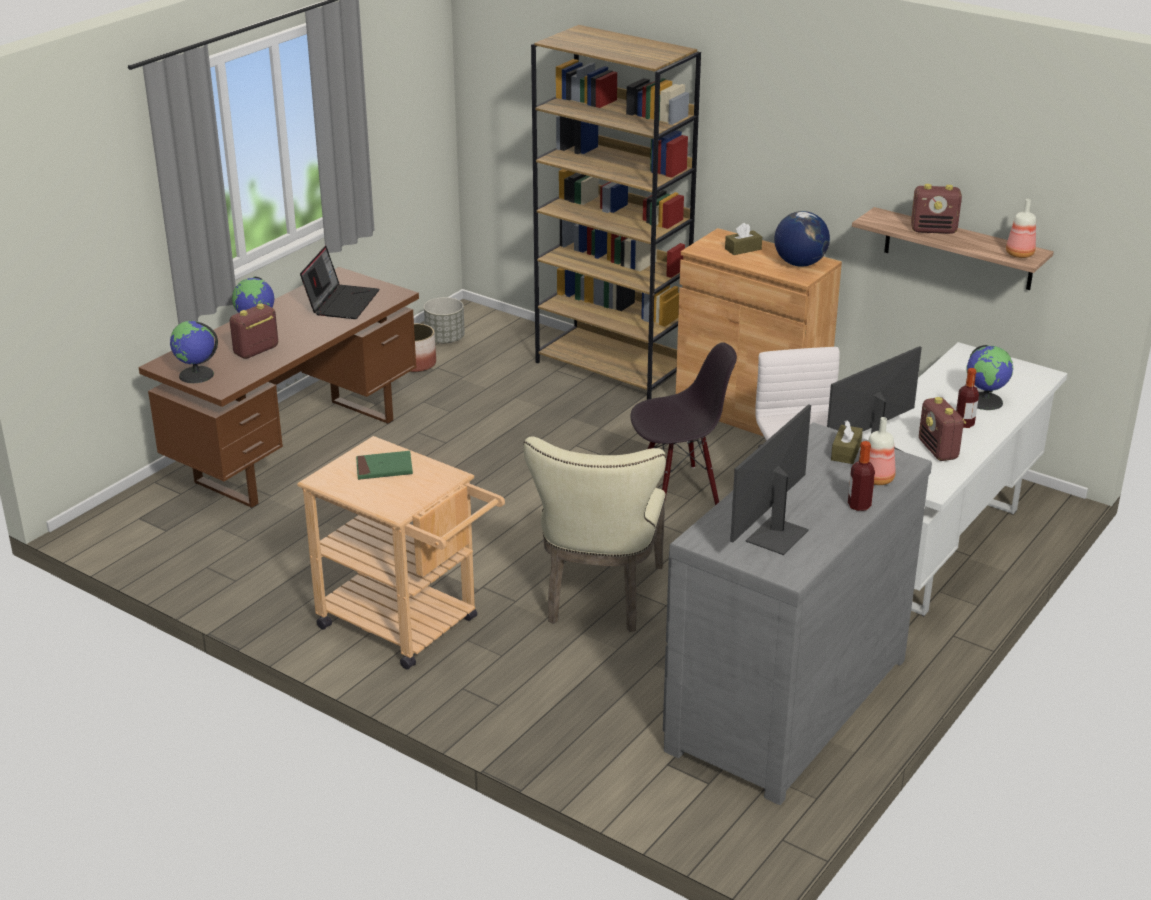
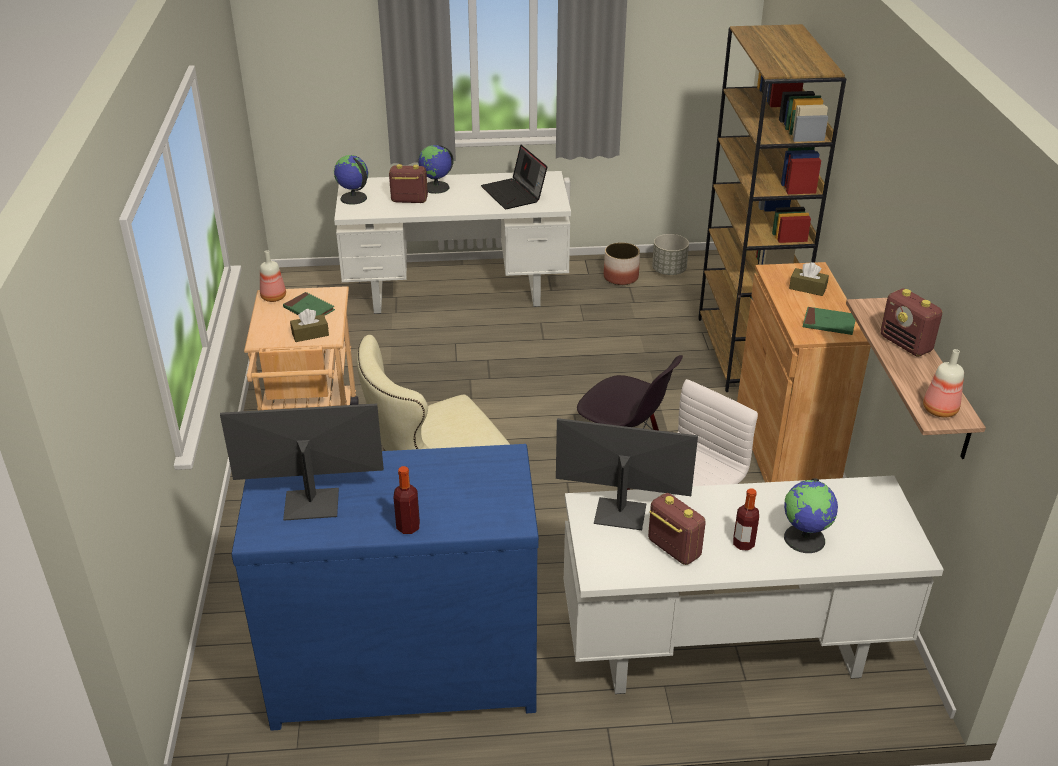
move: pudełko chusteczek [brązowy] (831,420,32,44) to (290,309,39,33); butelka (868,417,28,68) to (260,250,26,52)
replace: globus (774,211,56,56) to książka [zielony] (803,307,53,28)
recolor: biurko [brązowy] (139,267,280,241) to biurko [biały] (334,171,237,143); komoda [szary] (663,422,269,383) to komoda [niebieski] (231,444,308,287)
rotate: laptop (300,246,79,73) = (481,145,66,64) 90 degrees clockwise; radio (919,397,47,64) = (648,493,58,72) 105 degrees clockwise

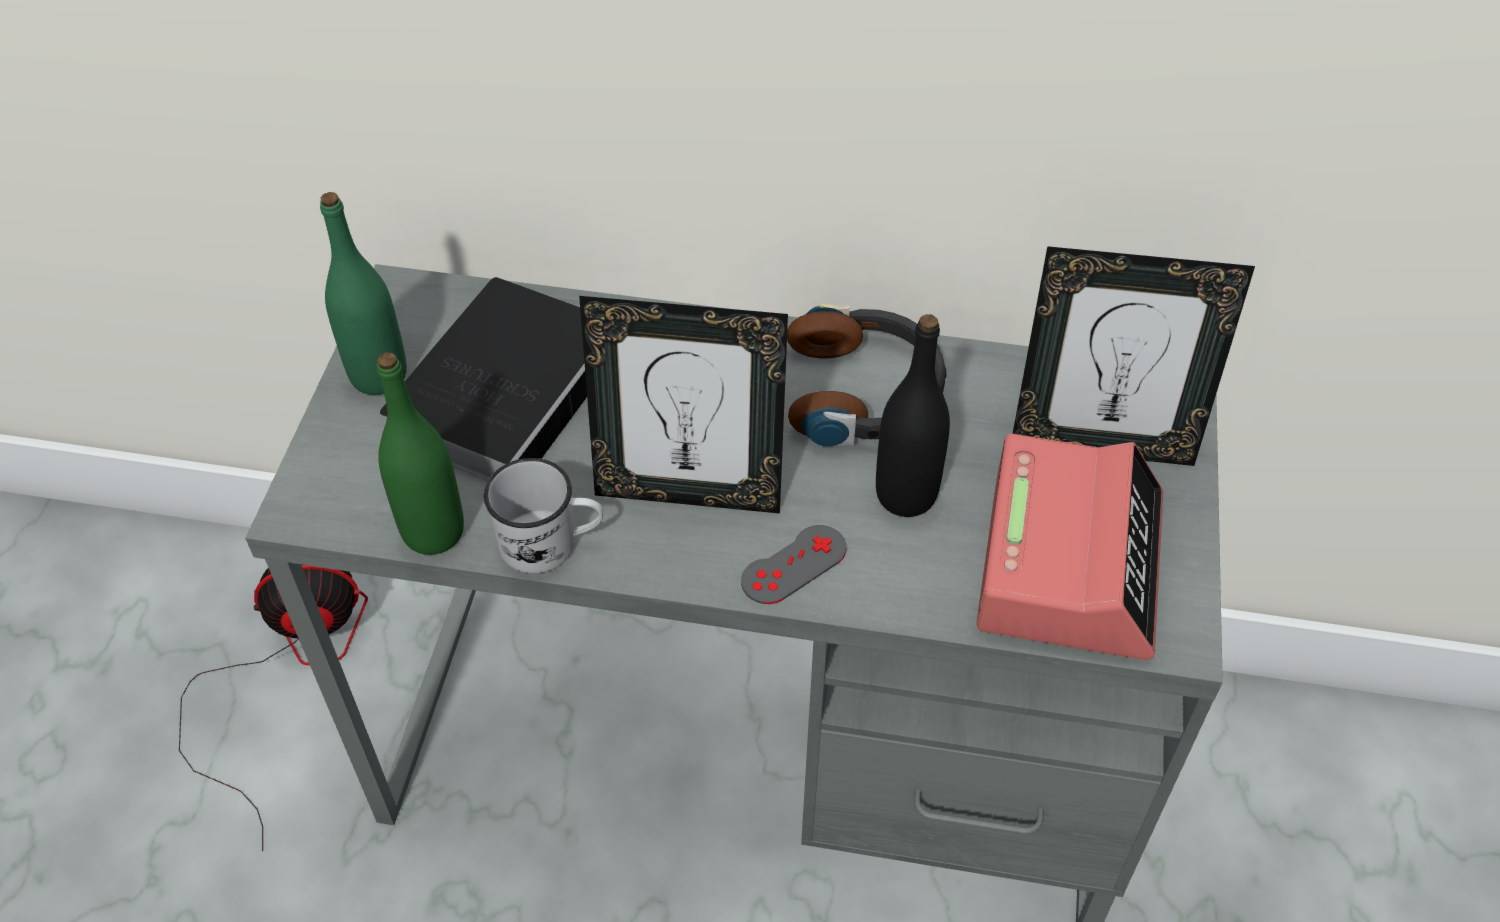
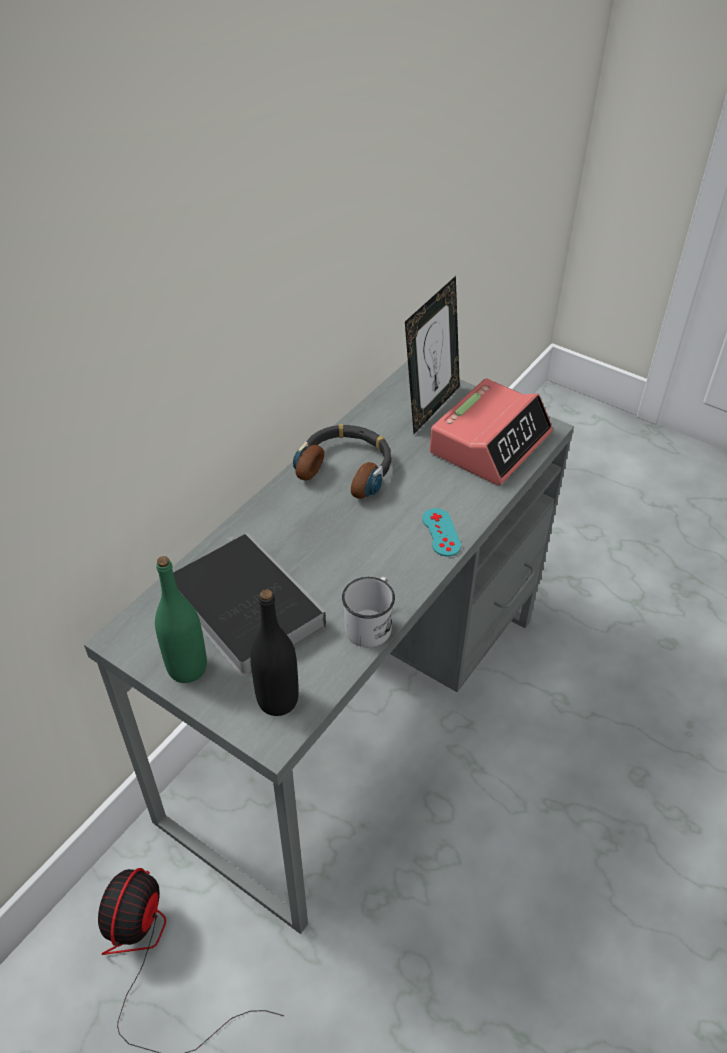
delete: butelka [zielony] (377,352,87,203); ramka na zdjęcie (579,296,209,218)
move: butelka [czarny] (876,314,74,203) to (250,589,49,127)
recolor: pad do gier [szary] (741,525,106,79) to pad do gier [turkusowy] (422,508,39,48)
rotate: budzik (976,434,187,226) = (429,379,124,107) 90 degrees clockwise

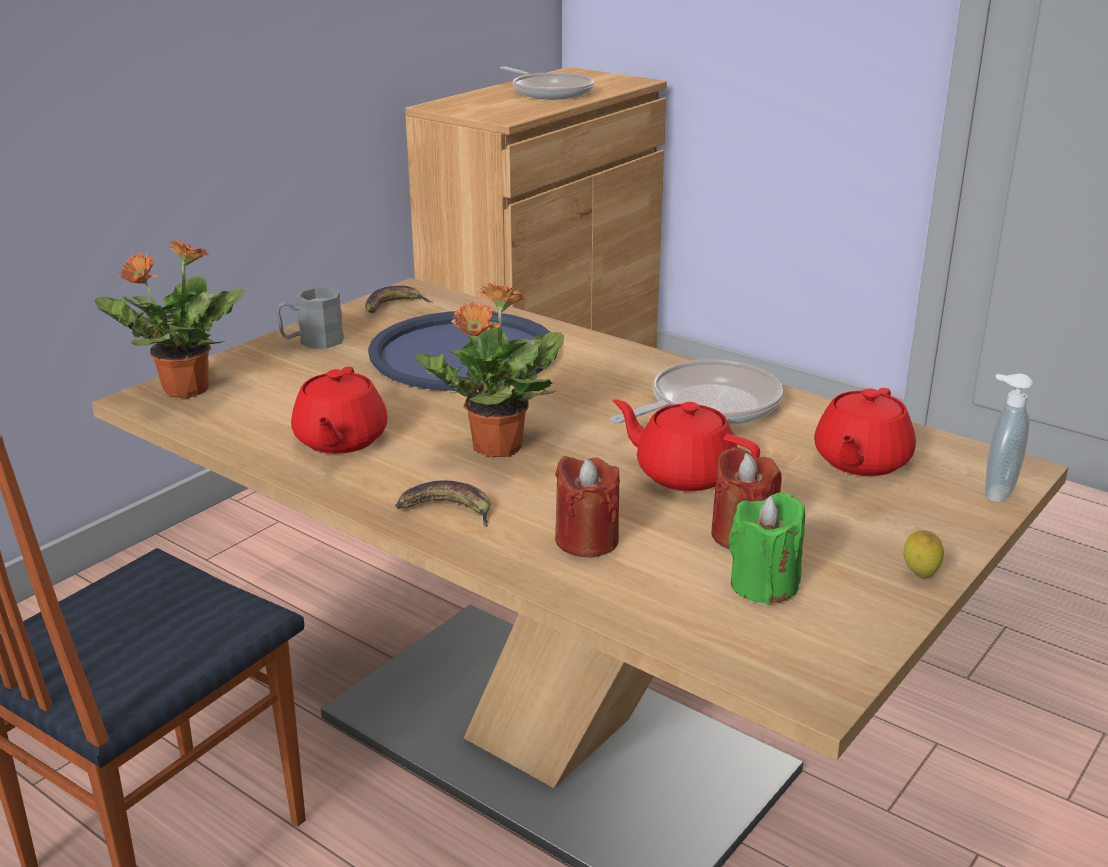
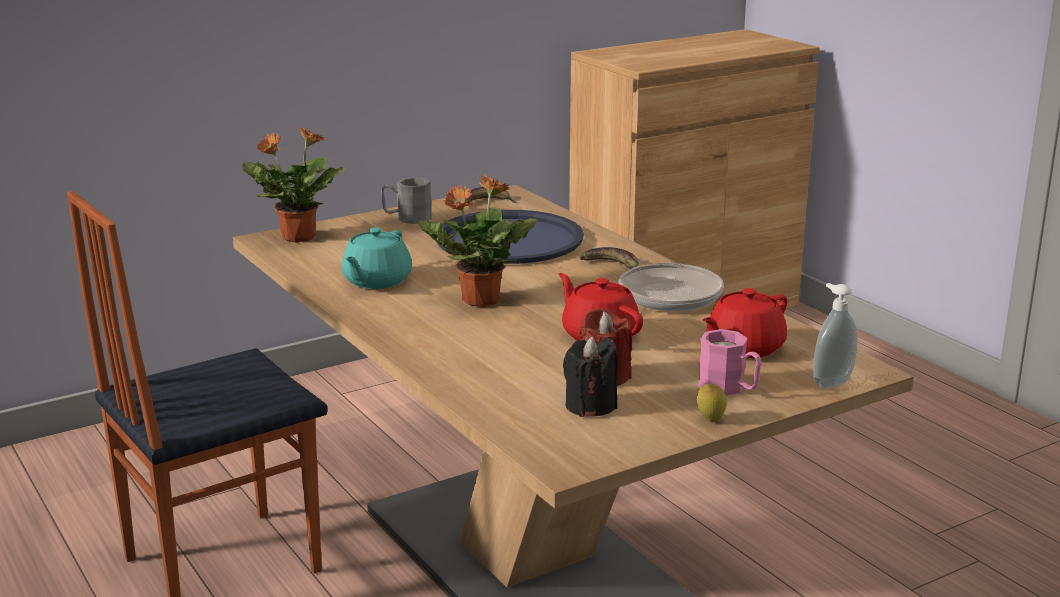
delete: patelnia (500,66,94,33); świeca [czerwony] (555,456,65,101)
insert: kubek [różowy] (698,329,63,67)
move: banan (395,481,95,45) to (580,247,59,22)
recolor: imbryk [czerwony] (291,366,96,88) to imbryk [turkusowy] (341,227,71,62); świeca [zielony] (729,493,76,112) to świeca [czarny] (563,336,55,81)

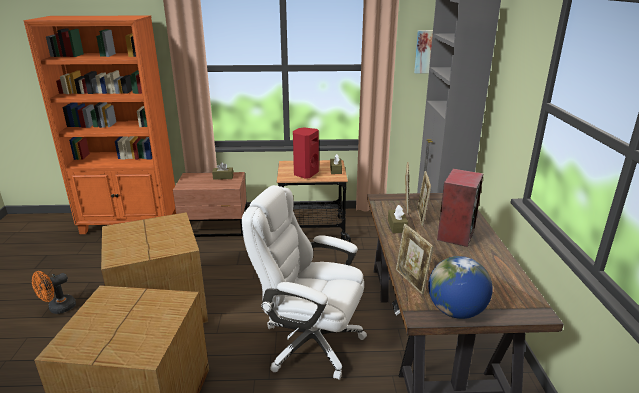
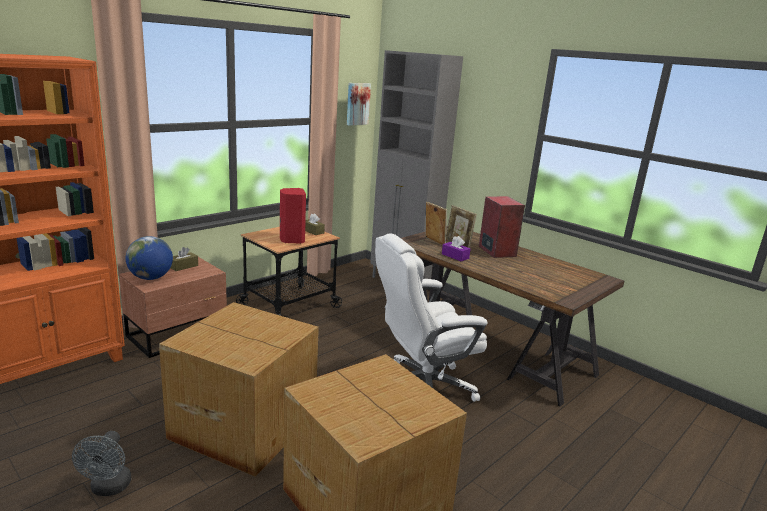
delete: ramka na zdjęcie (396,224,38,70)
move: globus (428,256,65,63) to (126,236,47,44)
recolor: wentylator [pomarańczowy] (32,271,44,43) to wentylator [szary] (72,431,59,65); pudełko chusteczek [brązowy] (388,205,20,28) to pudełko chusteczek [fioletowy] (442,236,28,25)

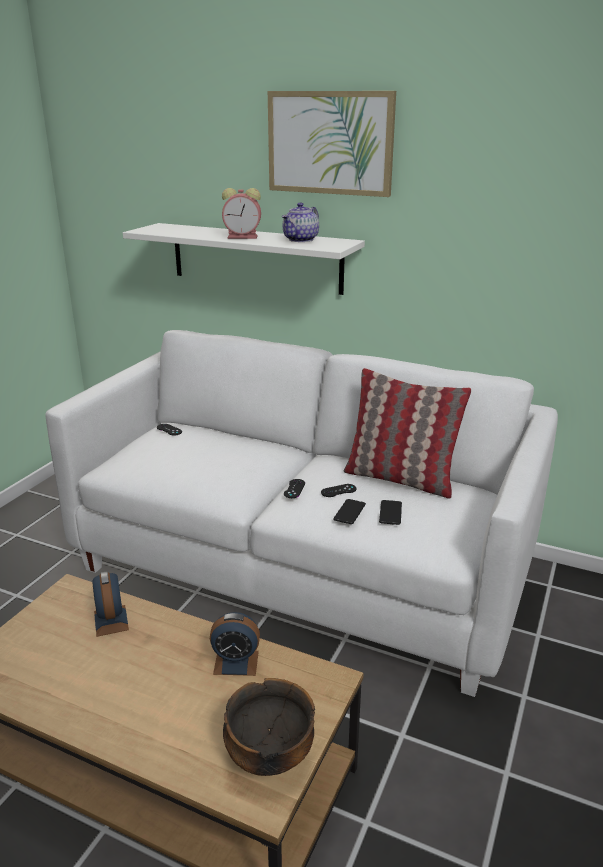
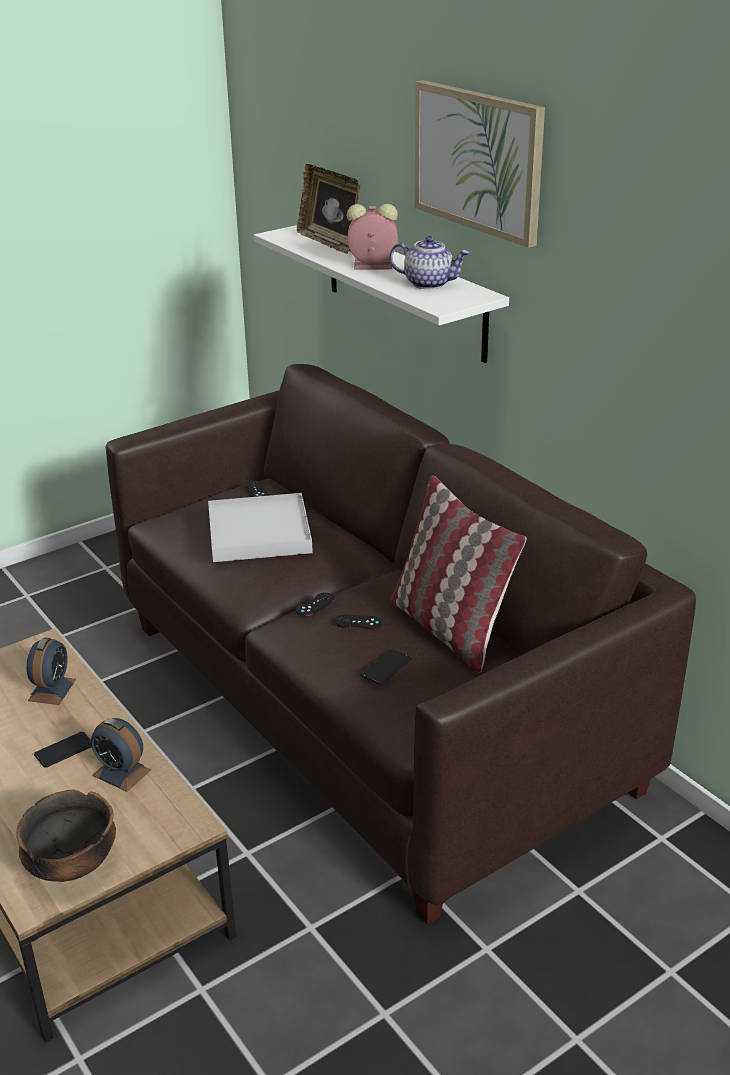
insert: taca [biały] (208,493,105,69); ramka na zdjęcie (297,164,64,90)
move: telefon (333,499,33,25) to (34,732,58,36)
recolor: kanapa [biały] (45,330,513,367) to kanapa [brązowy] (106,364,590,561)
rotate: budzik (222,188,39,51) = (347,204,51,66) 150 degrees clockwise; imbryk (282,203,37,39) = (389,236,81,53) 135 degrees counterclockwise

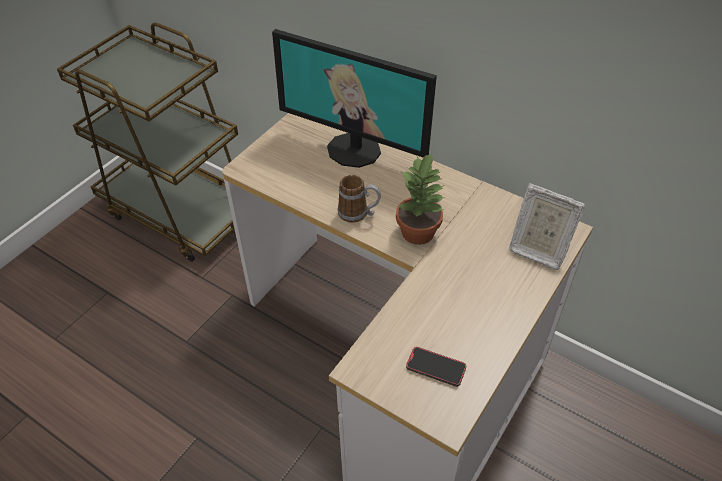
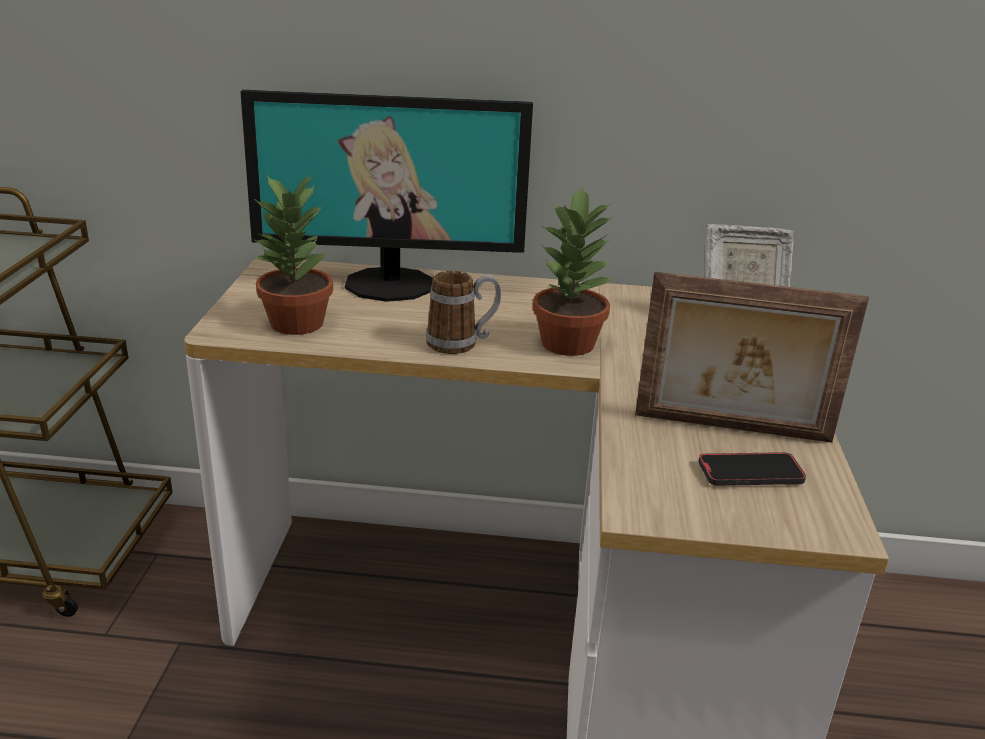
insert: roślina doniczkowa (252,175,81,160); ramka na zdjęcie (635,272,234,171)

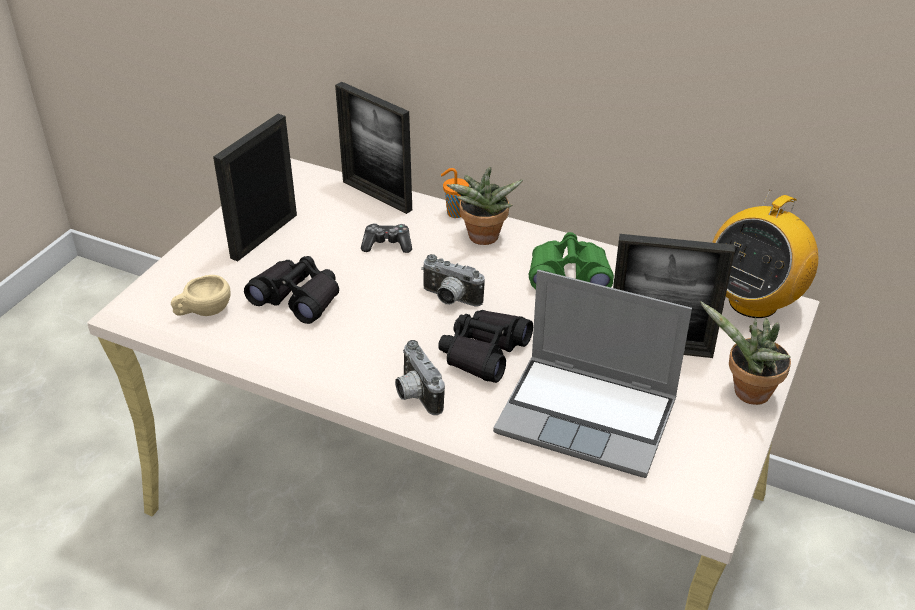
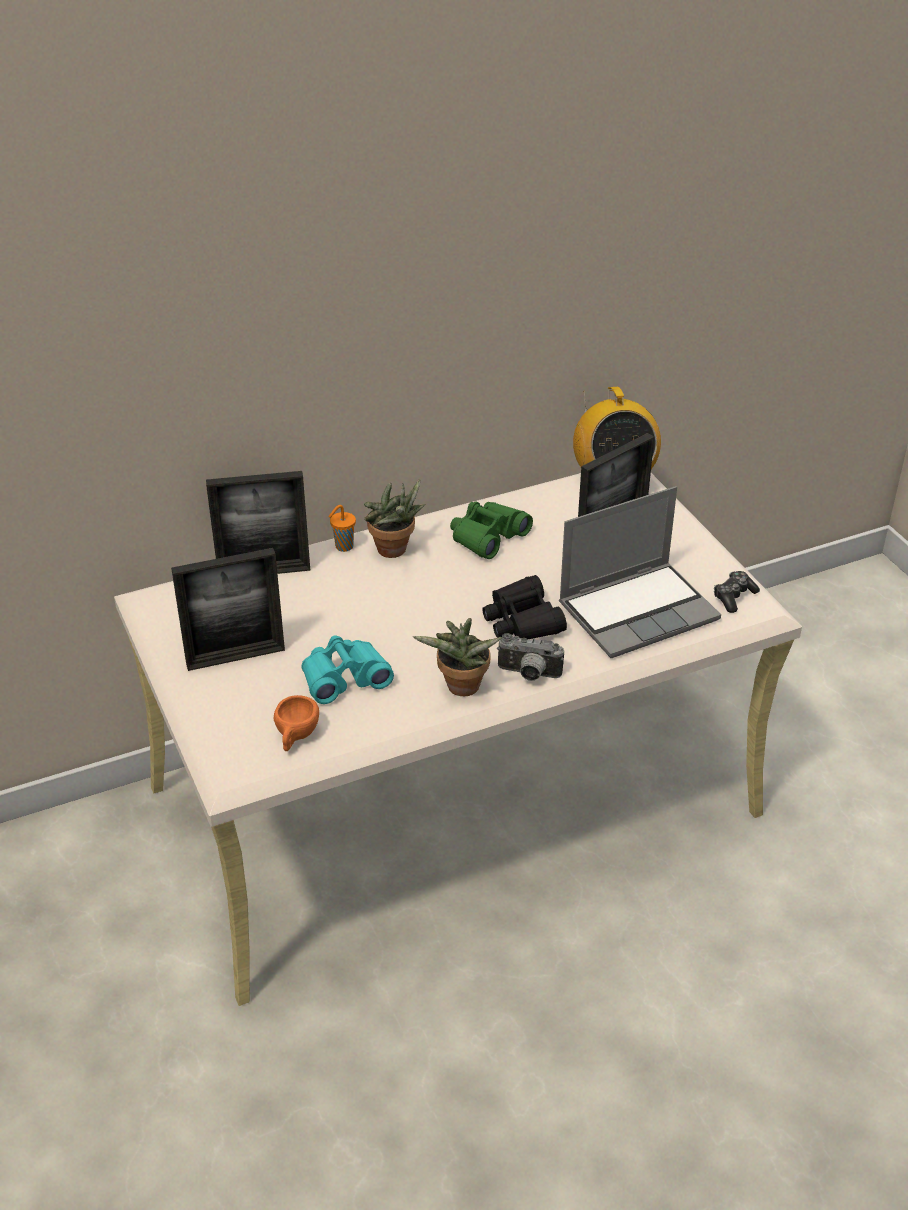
delete: aparat fotograficzny (421,254,64,52)
move: pad do gier (361,223,51,30) to (714,571,46,42); roślina doniczkowa (700,301,91,104) to (413,618,89,78)
recolor: filiżanka [beżowy] (171,275,60,41) to filiżanka [pomarańczowy] (274,695,45,56); lornetka [czarny] (244,256,95,68) to lornetka [turkusowy] (301,635,93,69)
rotate: ramka na zdjęcie (213,114,84,148) = (171,548,114,123) 90 degrees counterclockwise

